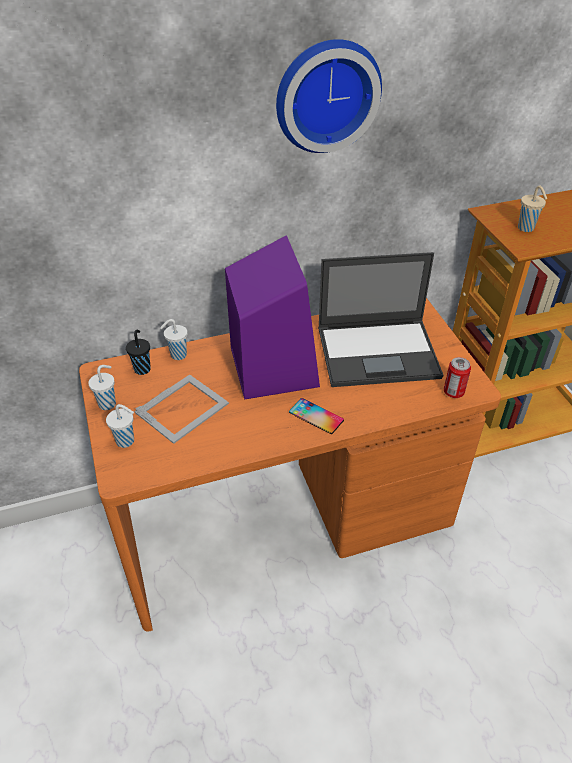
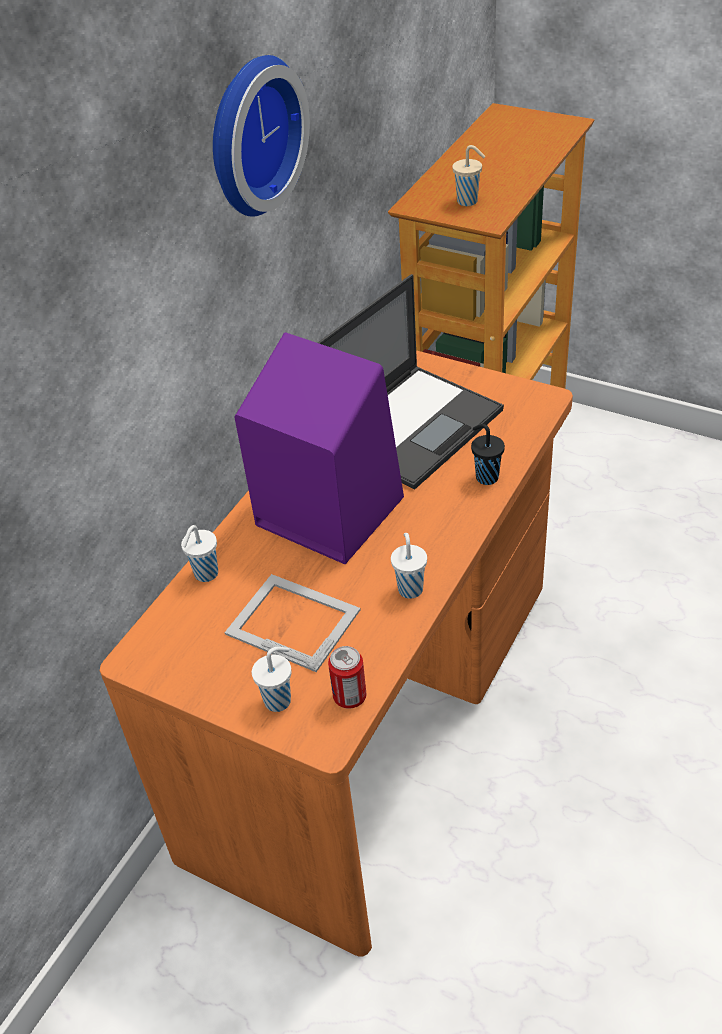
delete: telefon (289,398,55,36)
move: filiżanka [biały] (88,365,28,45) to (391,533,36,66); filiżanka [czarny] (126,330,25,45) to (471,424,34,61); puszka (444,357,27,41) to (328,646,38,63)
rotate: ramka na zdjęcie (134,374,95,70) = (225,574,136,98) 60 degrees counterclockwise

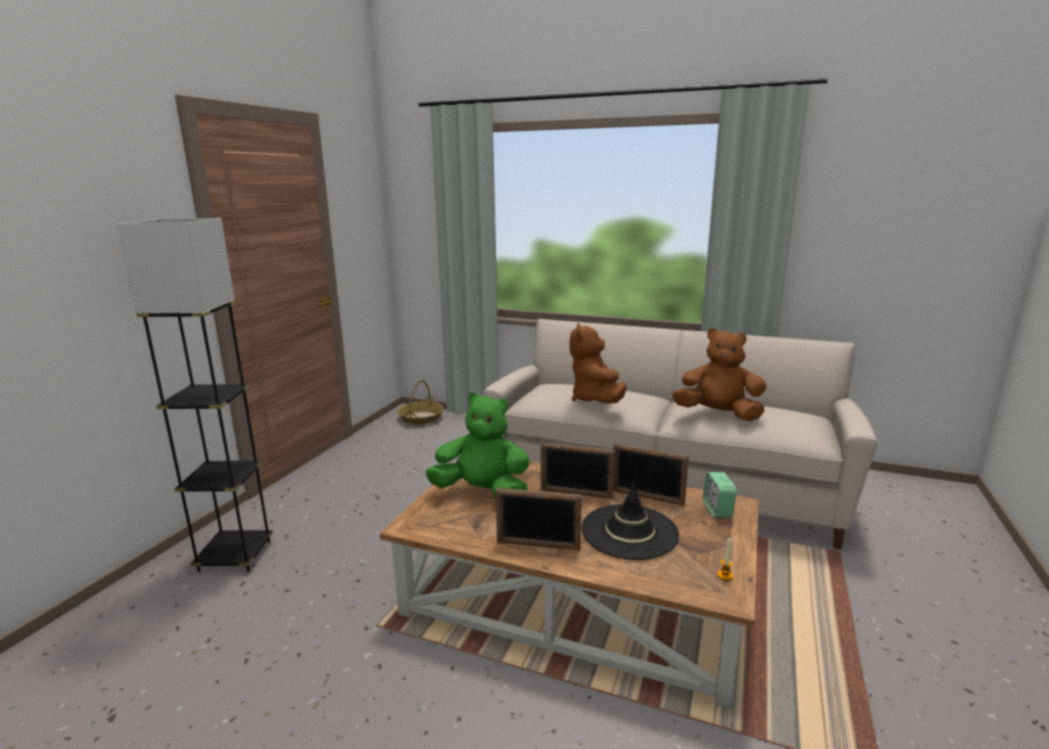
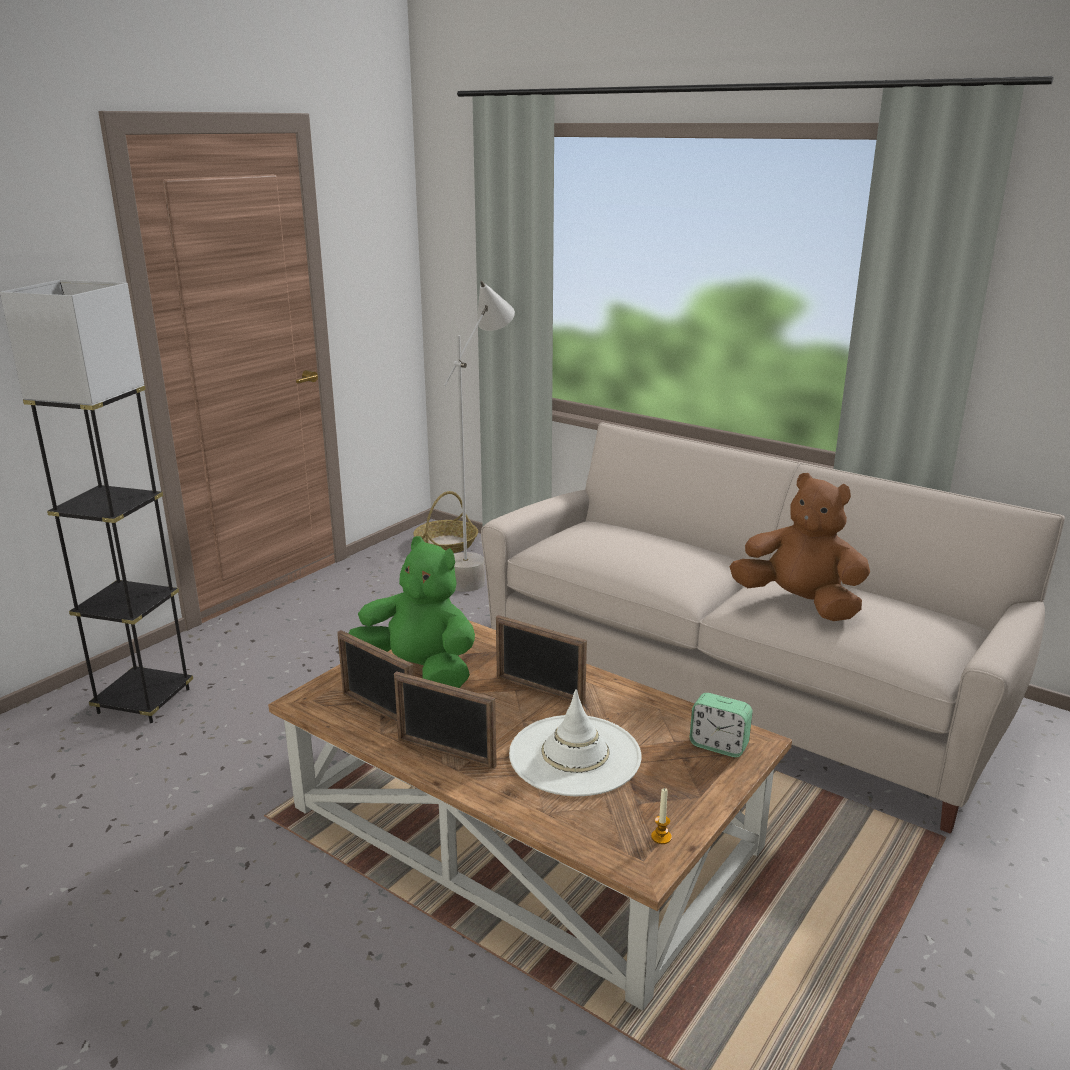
delete: pluszak [brązowy] (569,323,58,81)
insert: lampa stojąca [szary] (444,281,71,311)
move: ramka na zdjęcie (613,443,76,63) to (337,630,76,93)
recolor: kapelusz [czarny] (581,481,98,79) to kapelusz [biały] (509,689,133,107)
rotate: budzik (703,472,34,46) = (690,693,63,64) 75 degrees counterclockwise

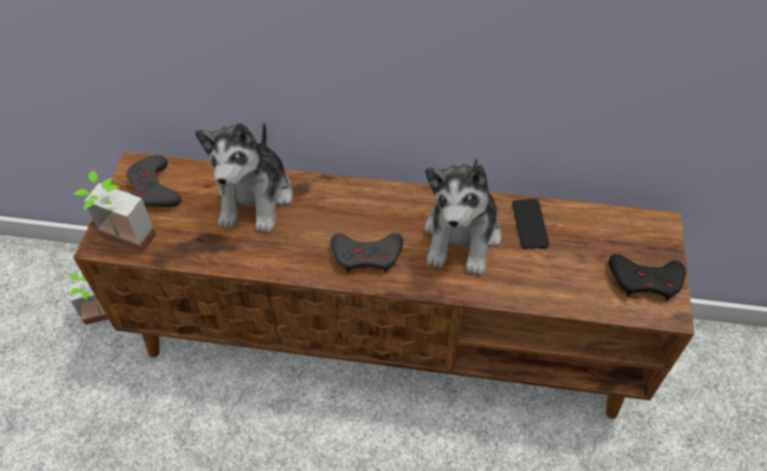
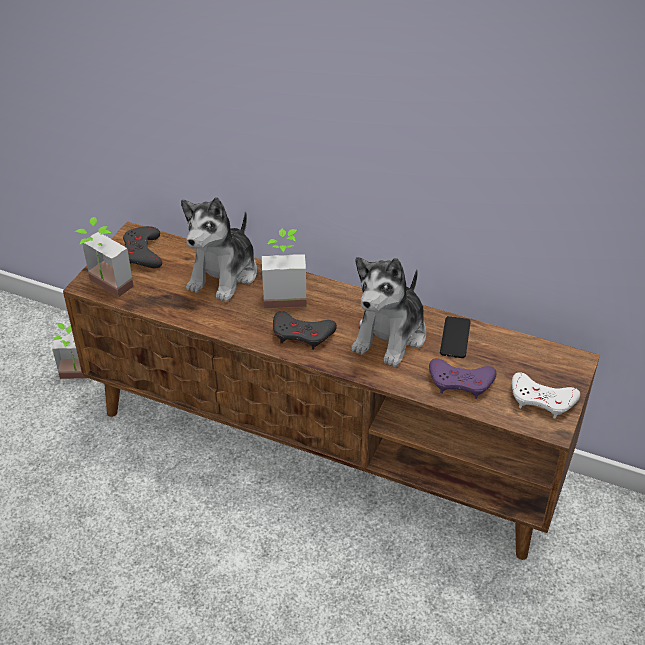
insert: roślina doniczkowa (262,229,45,80); pad do gier [fioletowy] (429,358,67,41)
recolor: pad do gier [czarny] (609,254,77,47) to pad do gier [biały] (512,372,68,47)

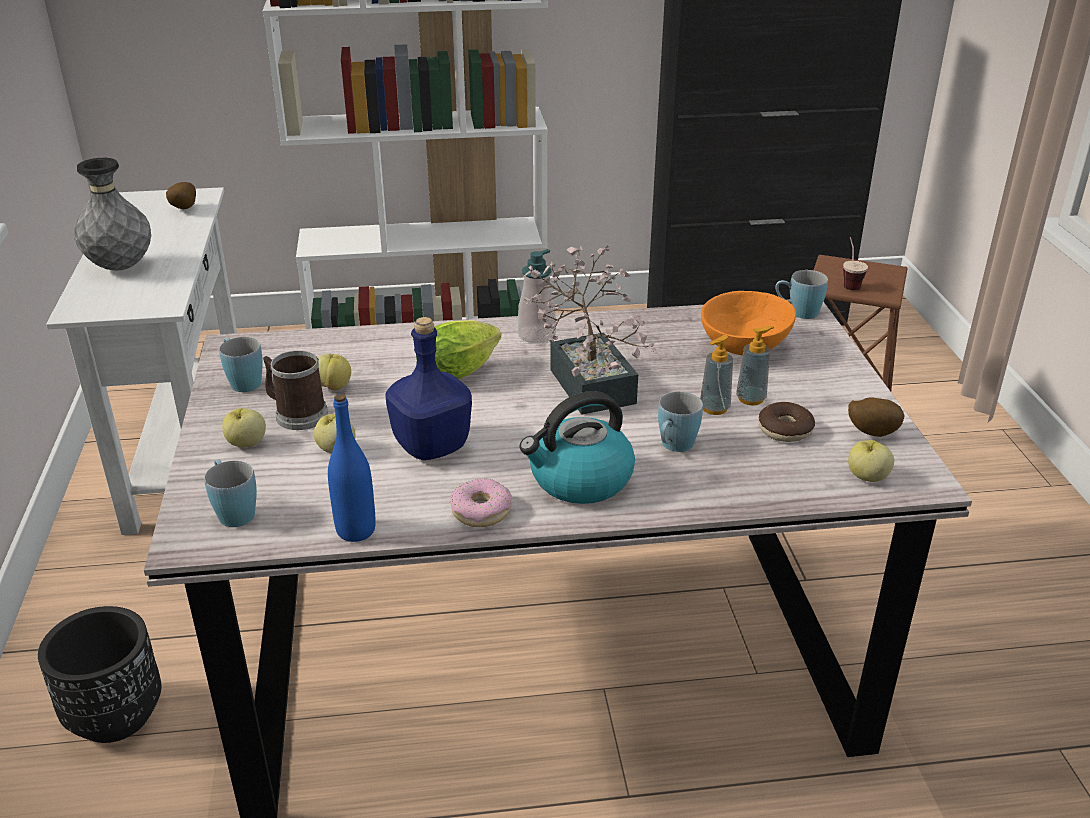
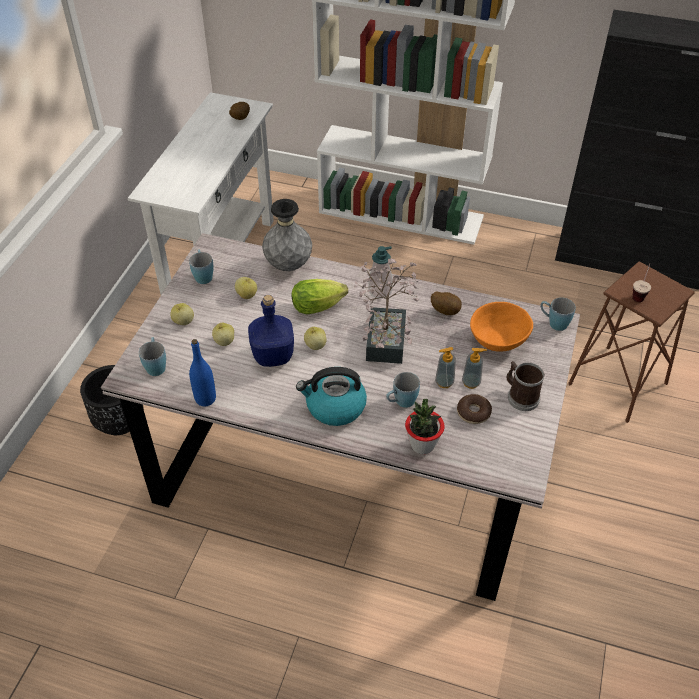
delete: donut (450,478,62,49)
insert: roślina doniczkowa (405,399,40,55)
move: wazon [szary] (74,158,77,113) to (262,199,50,72); kubek (263,351,65,79) to (506,361,39,50); ziemniak (848,397,57,40) to (431,291,31,24); jabłko (848,440,46,42) to (304,327,22,23)

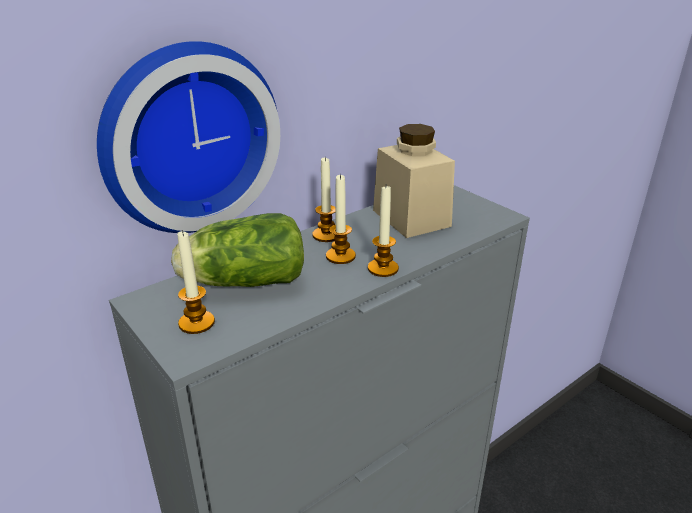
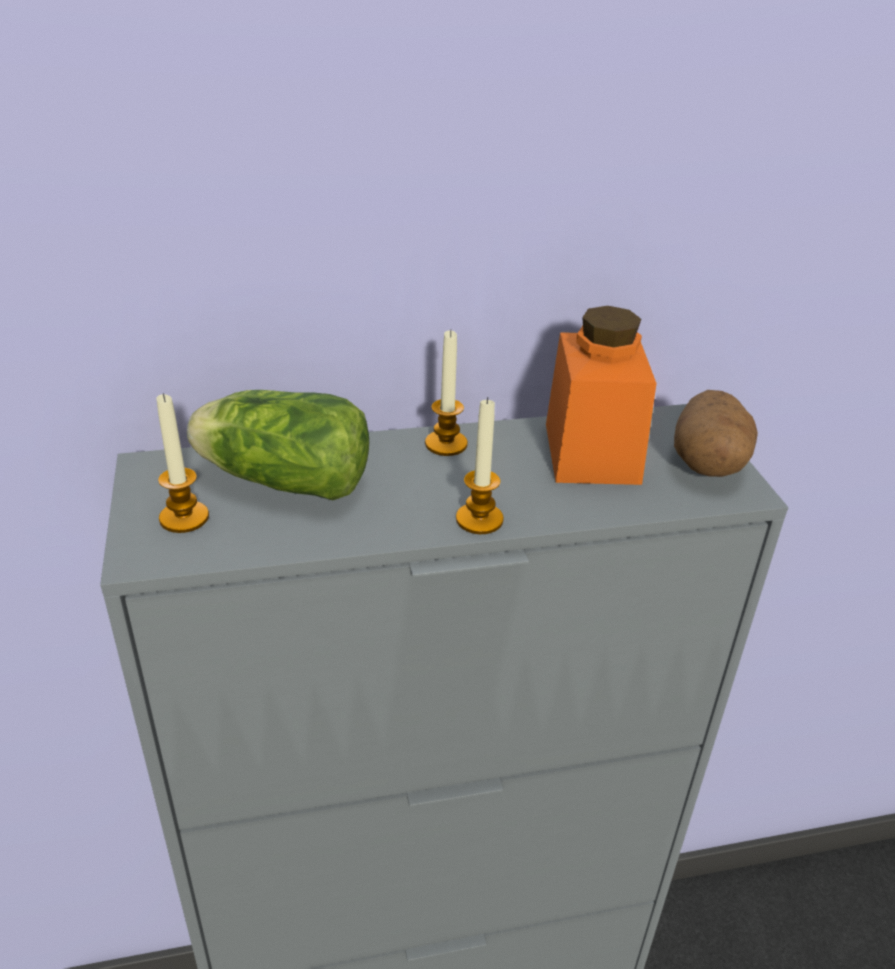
delete: zegar ścienny (97,41,183,192); świeca (326,174,30,90)
insert: ziemniak (674,390,84,87)
recolor: słoik [beżowy] (373,124,82,114) to słoik [pomarańczowy] (546,306,111,179)

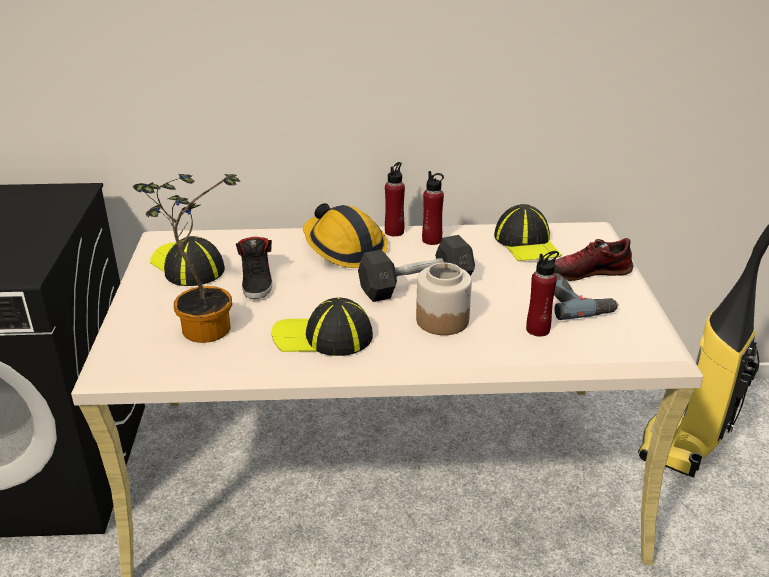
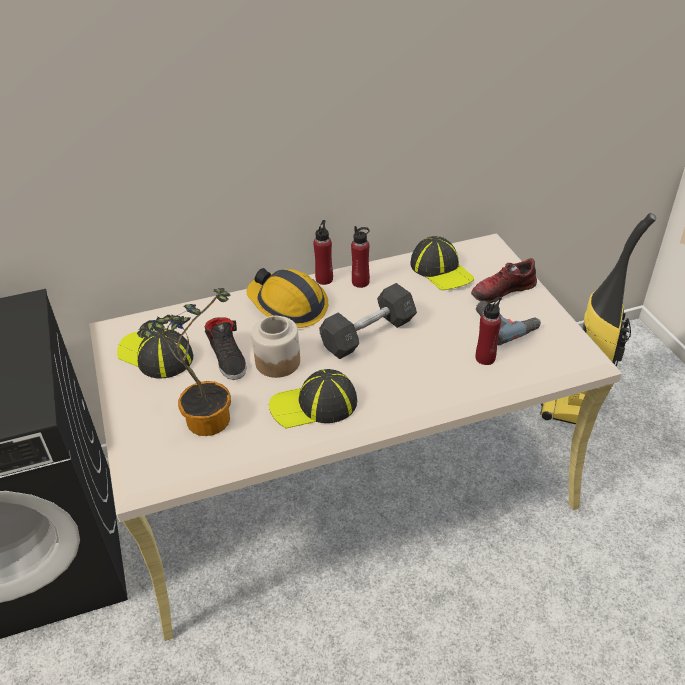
move: słoik (416,262,56,73) to (251,316,49,62)

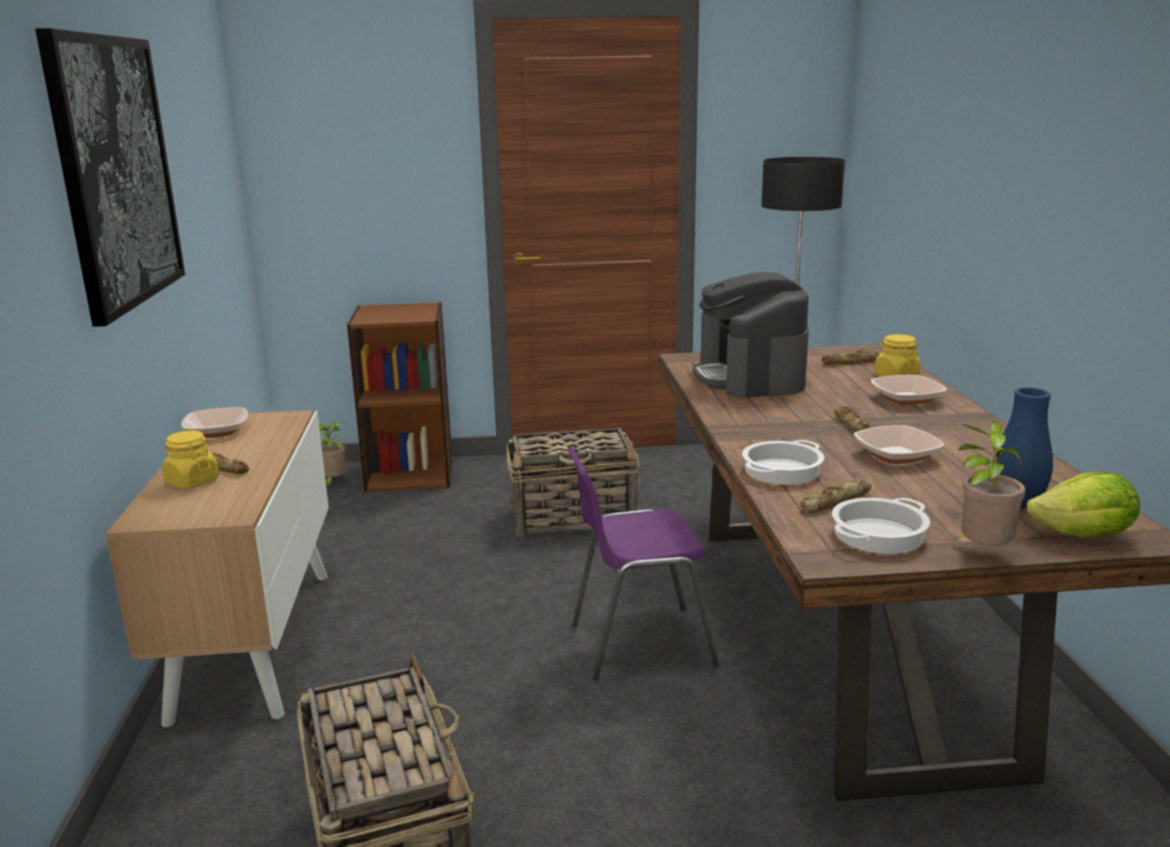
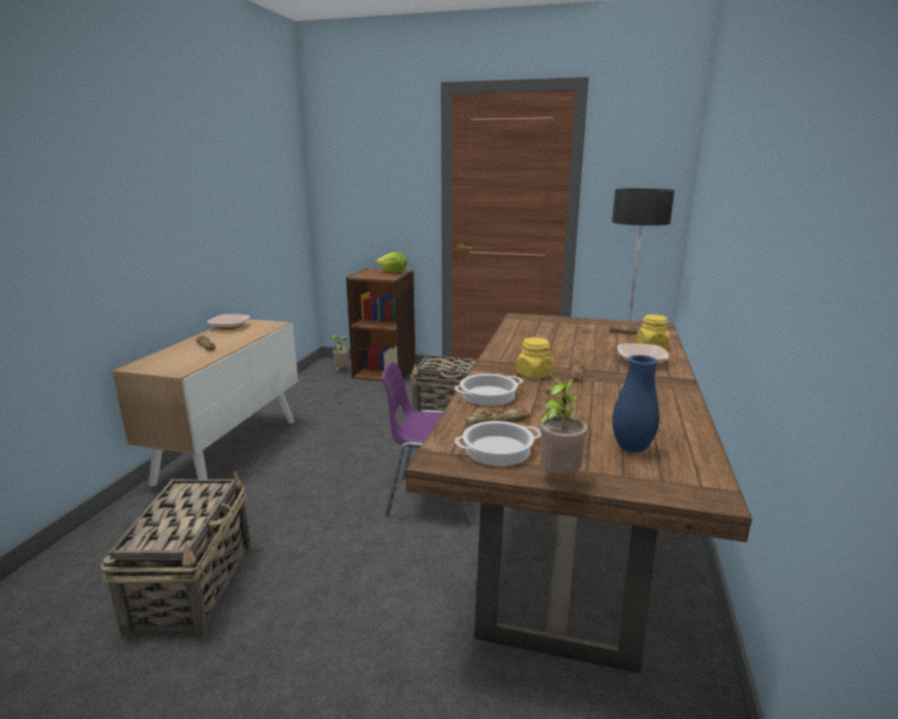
delete: obraz (35,28,150,299); ekspres do kawy (693,272,116,126); miska (854,425,91,39)
move: słoik [żółty] (162,430,57,59) to (516,337,38,42); sałata (1027,472,113,65) to (376,252,31,20)

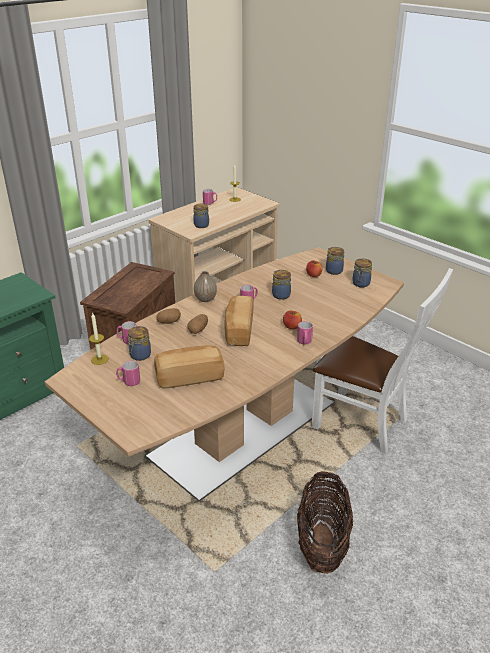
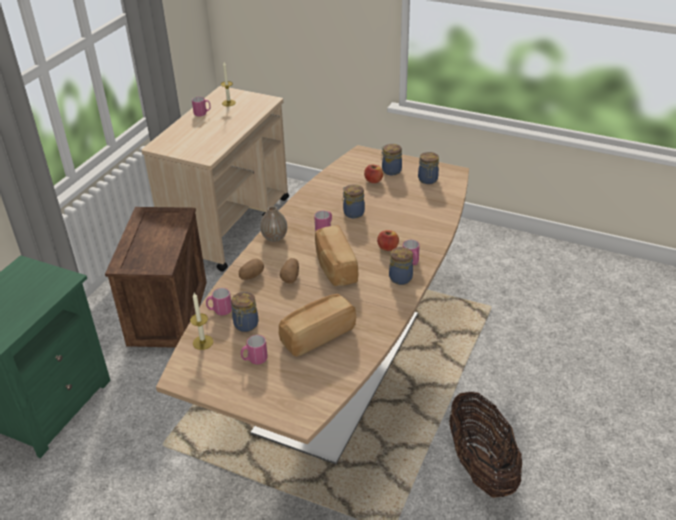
delete: krzesło [biały] (312,268,141,186)
move: słoik (193,204,16,24) to (389,247,24,38)

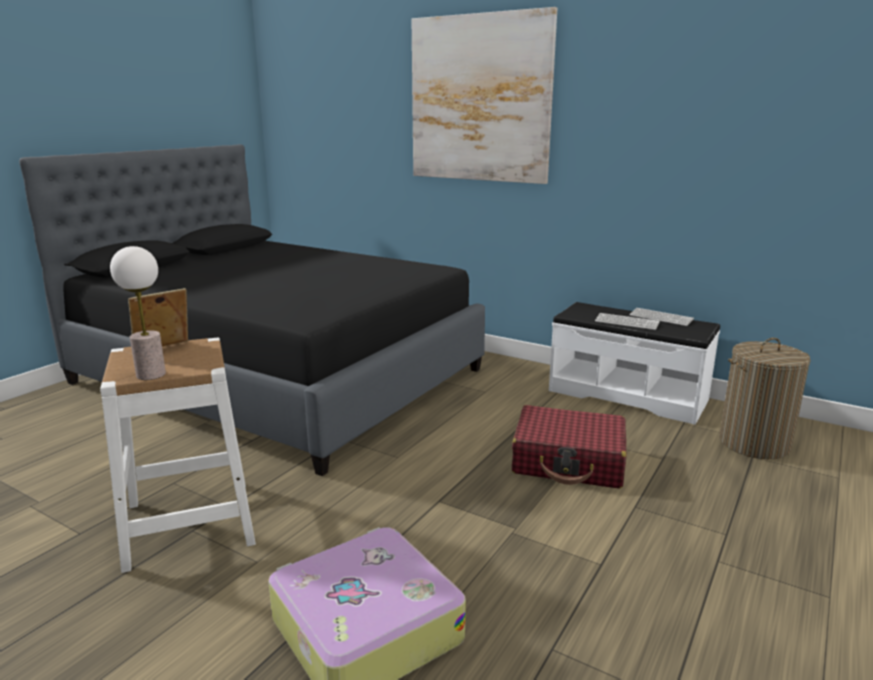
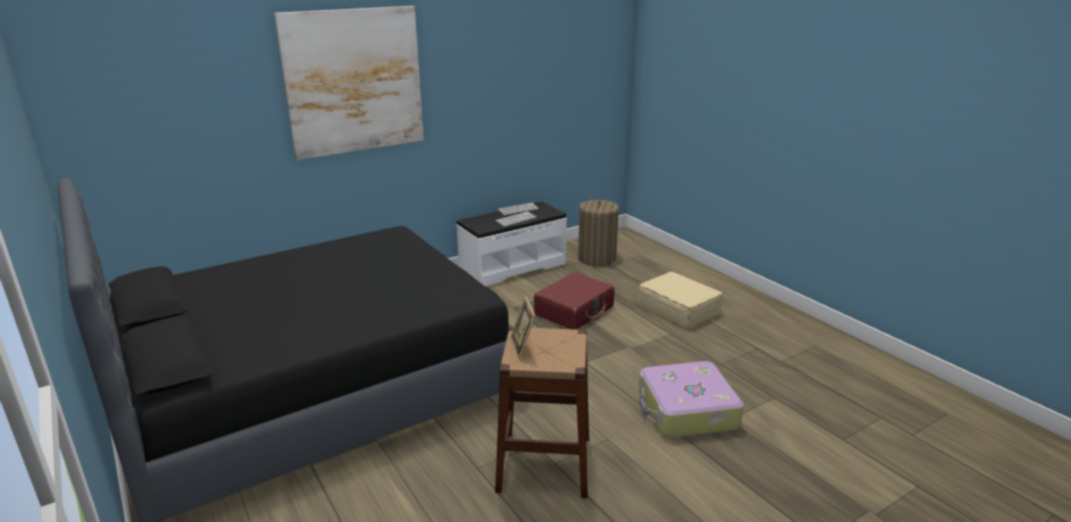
delete: lampa stołowa (110,246,56,134)
insert: walizka [beżowy] (637,271,86,58)
recolor: stołek [biały] (100,338,156,235) to stołek [brązowy] (495,327,94,171)

